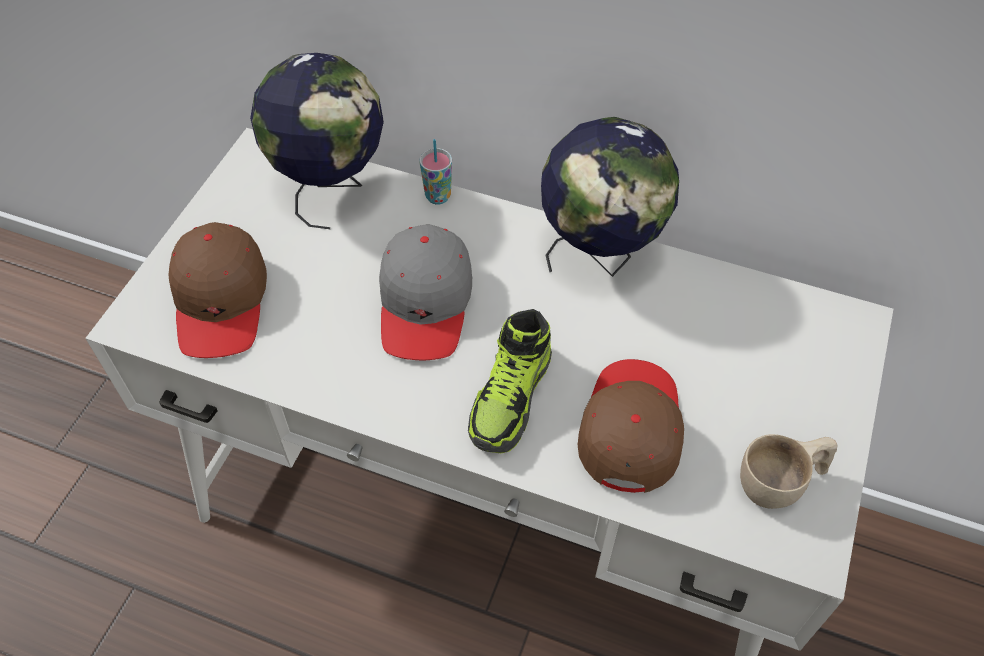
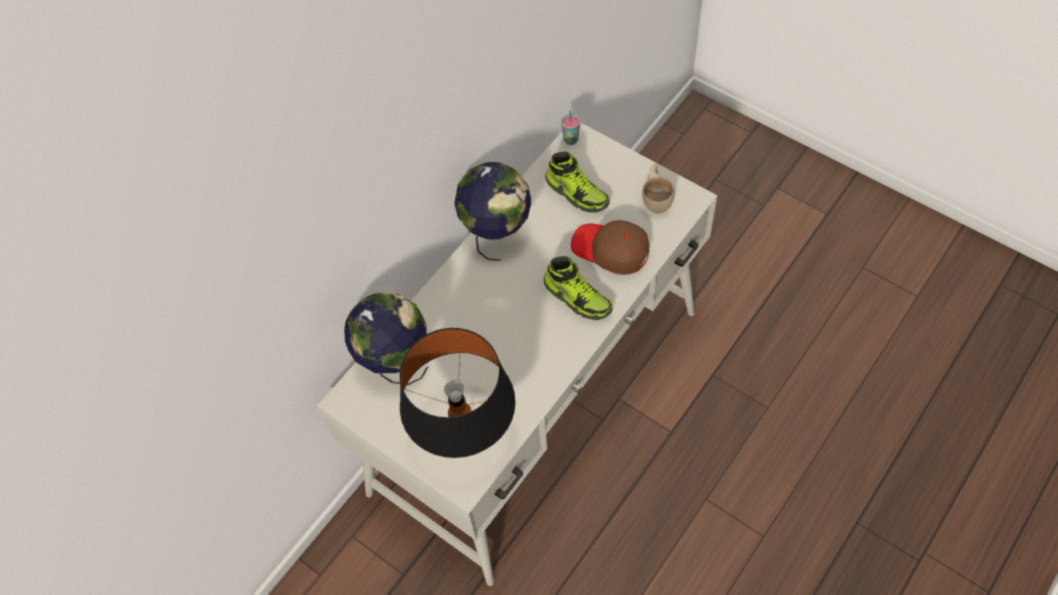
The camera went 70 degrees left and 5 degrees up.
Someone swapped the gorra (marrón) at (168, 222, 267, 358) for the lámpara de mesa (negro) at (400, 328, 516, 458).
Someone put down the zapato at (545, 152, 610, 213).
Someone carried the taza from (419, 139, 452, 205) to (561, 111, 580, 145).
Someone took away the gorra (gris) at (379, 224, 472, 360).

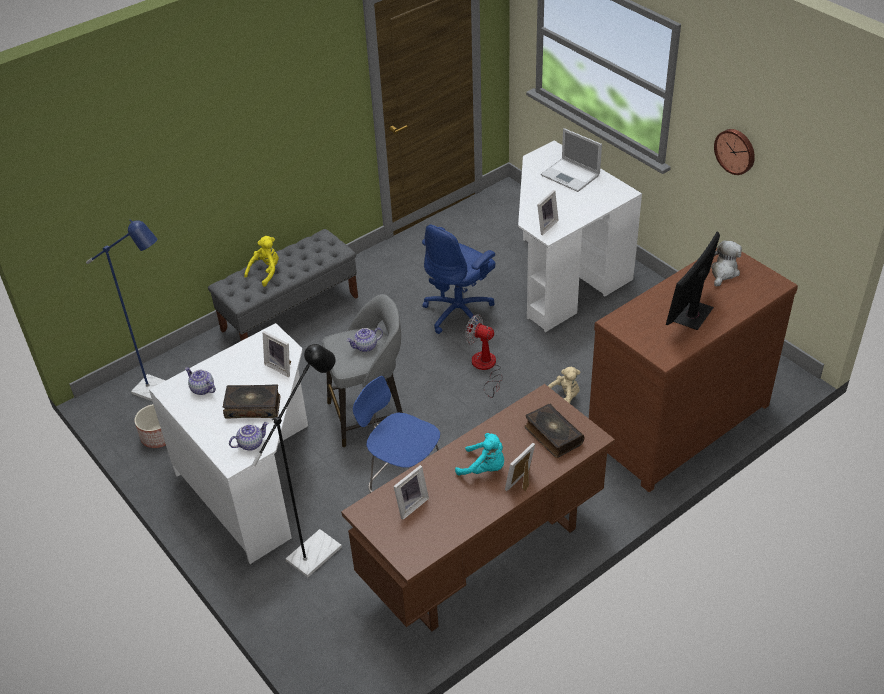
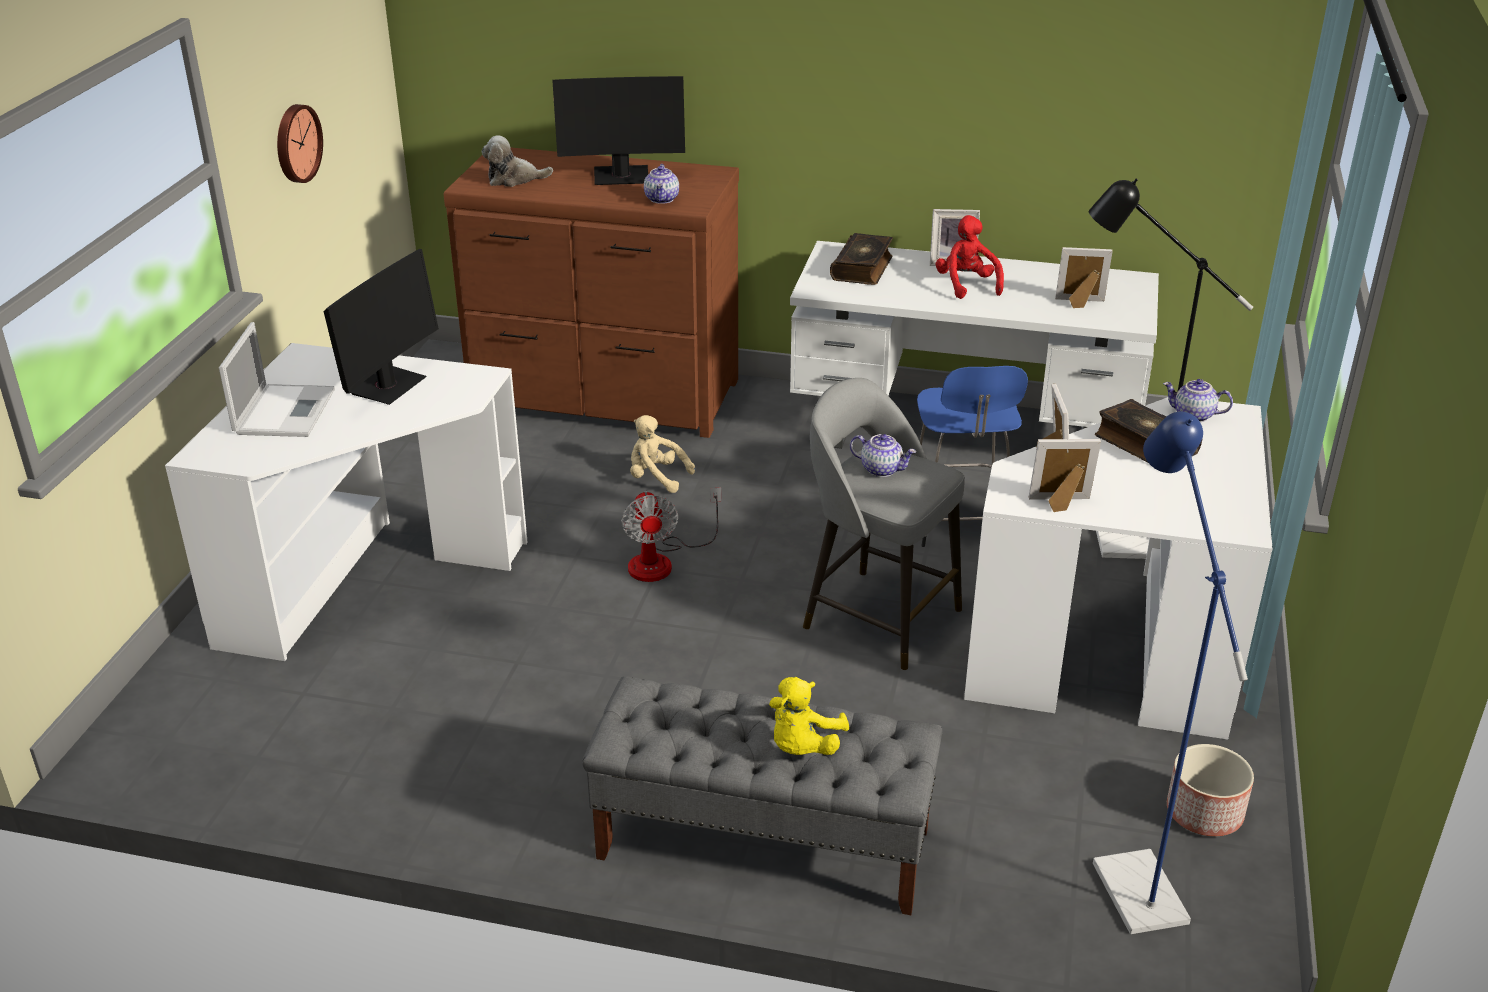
The camera went 130 degrees left and 10 degrees down.
Someone put down the monitor at (324, 249, 439, 405).
Someone carried the tetera from (185, 367, 216, 395) to (644, 164, 679, 204).
Someone rotated the peluche (amarillo) at (244, 236, 279, 287) by 60 degrees counterclockwise.
Someone repainted the escritorio (marrón) at (341, 384, 615, 632), which became the escritorio (blanco) at (790, 241, 1159, 449).
Someone repainted the peluche (turquesa) at (455, 433, 504, 475), which became the peluche (rojo) at (935, 215, 1004, 299).
Someone carried the portarretratos from (537, 190, 559, 235) to (1029, 439, 1101, 512).
Someone took away the silla de oficina (azul) at (422, 224, 495, 334).

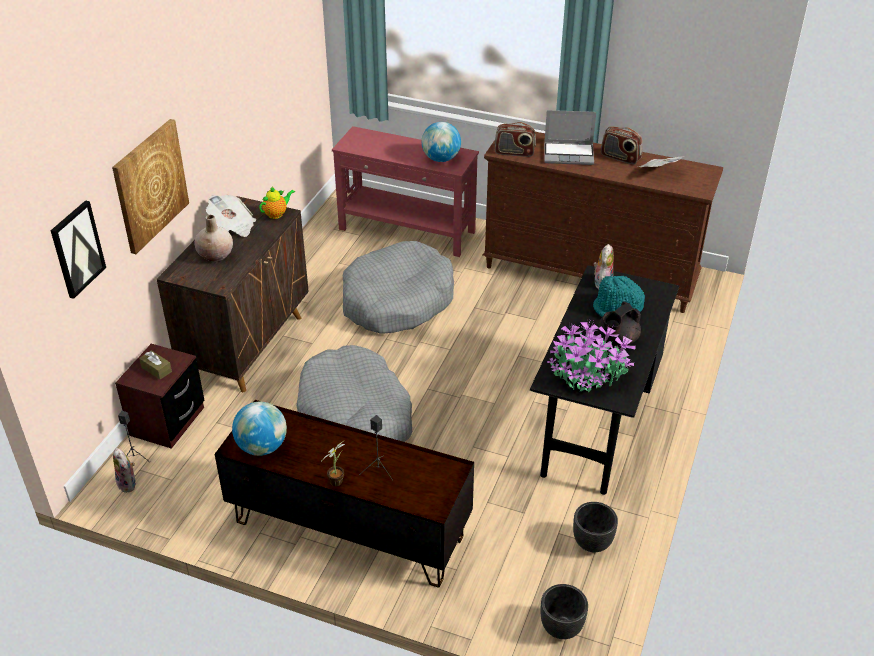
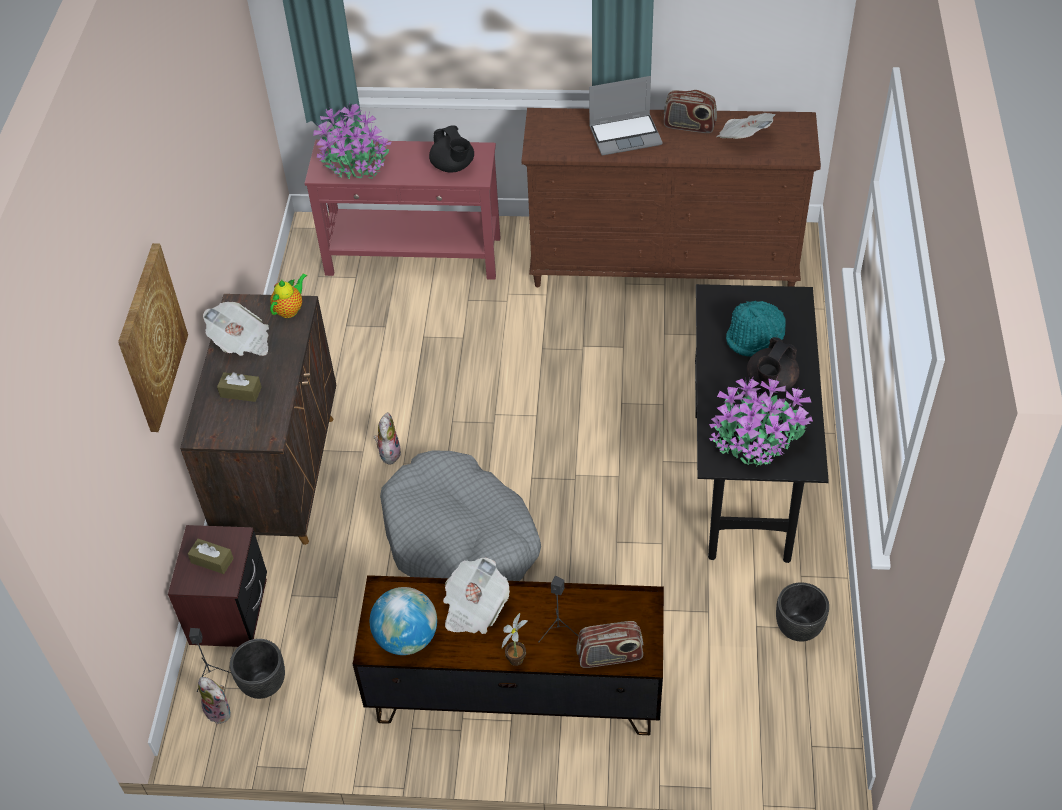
The camera went 15 degrees left and 10 degrees up.
Someone swapped the florero (beis) at (194, 215, 233, 262) for the caja de pañuelos (marrón) at (217, 372, 261, 402).
Someone carried the maceta (negro) from (540, 584, 588, 639) to (230, 639, 285, 699).
Someone put down the planta en maceta at (313, 103, 392, 179).
Someone carried the peluche from (594, 244, 614, 289) to (374, 412, 401, 465).
Someone swapped the globo terráqueo at (422, 122, 461, 162) for the tetera (negro) at (429, 125, 474, 173).
Someone put down the periódico at (443, 558, 510, 634).
Someone carried the radio from (495, 122, 536, 157) to (576, 621, 643, 668).
Someone took away the cuadro at (50, 200, 106, 299).
Someone took away the cama para perro (gris) at (343, 241, 454, 334).

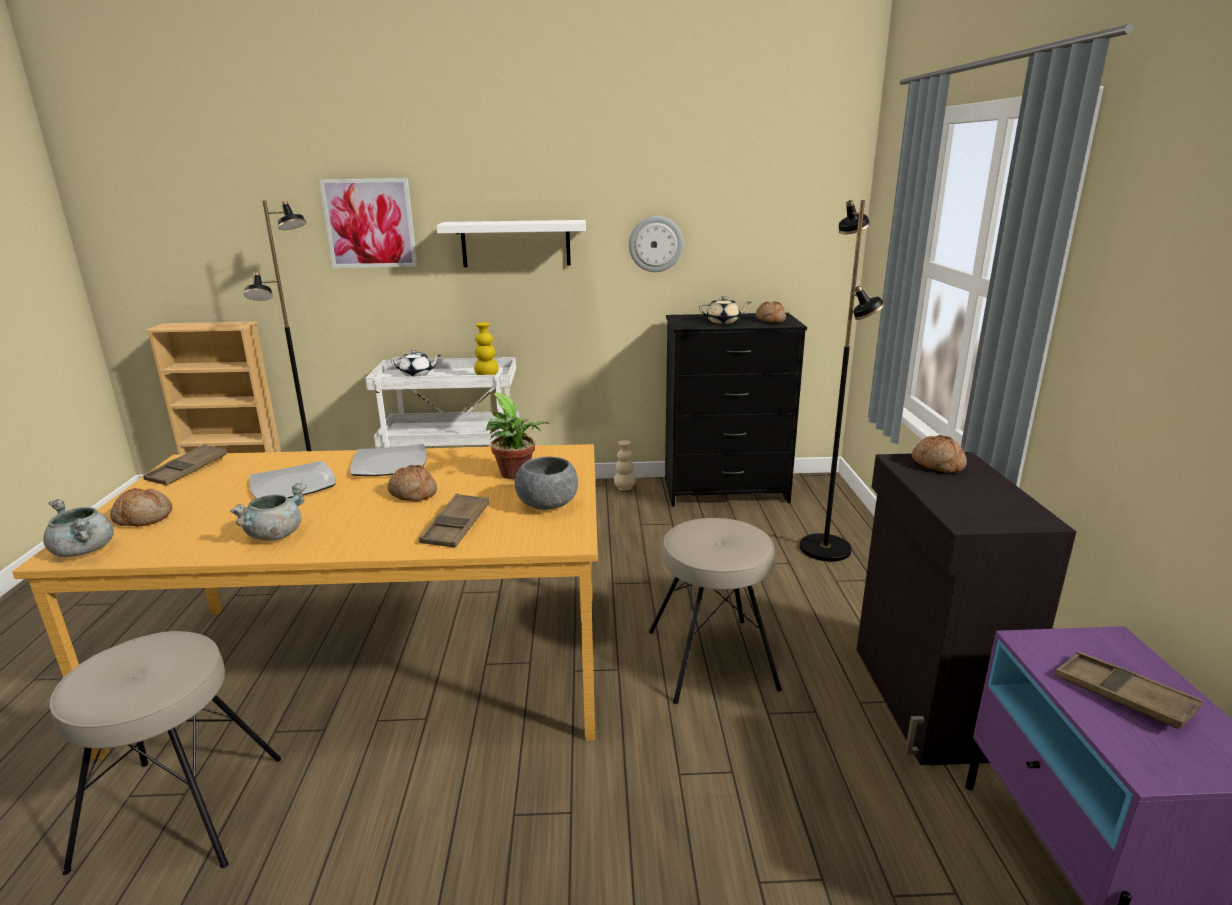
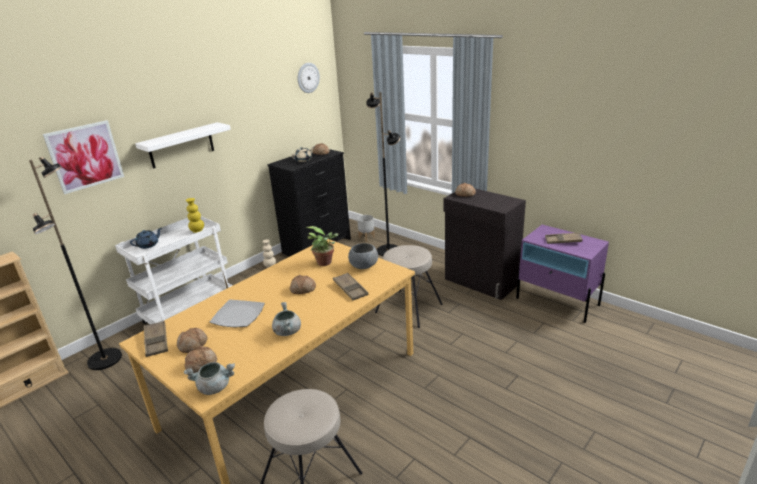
The camera went 45 degrees left and 5 degrees up.
Someone repainted the tetera (blanco) at (391, 350, 441, 377), which became the tetera (azul) at (130, 228, 161, 249).
Someone put down the pan at (177, 328, 207, 353).
Someone carried the reloj de pared from (629, 216, 683, 272) to (298, 63, 320, 93).
Someone put down the maceta (gris) at (357, 215, 375, 242).
Someone took away the plato at (350, 444, 427, 476).

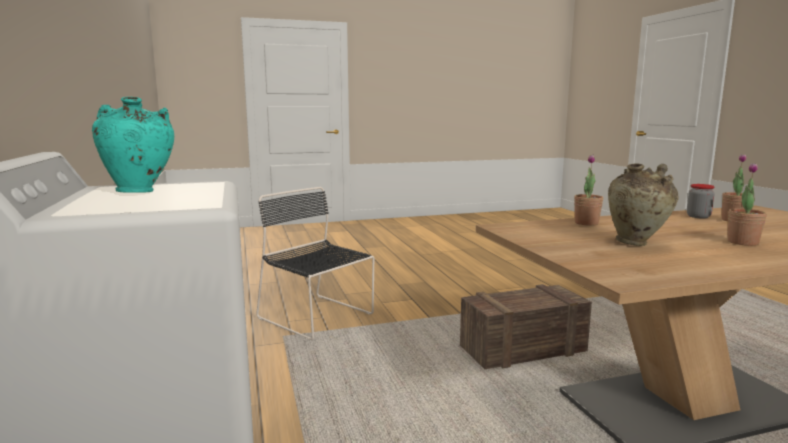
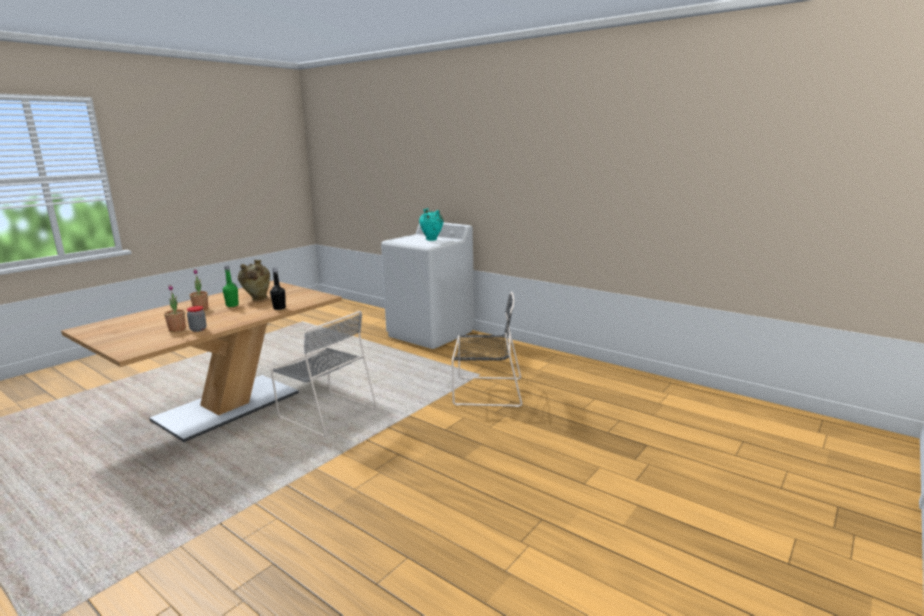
The camera went 145 degrees right and 5 degrees up.
Someone put down the botella (verde) at (223, 266, 239, 307).
Someone swapped the planta en maceta at (574, 155, 603, 226) for the botella (negro) at (270, 268, 286, 310).
Someone swapped the caja de embalaje at (460, 284, 592, 369) for the silla (gris) at (271, 311, 377, 436).

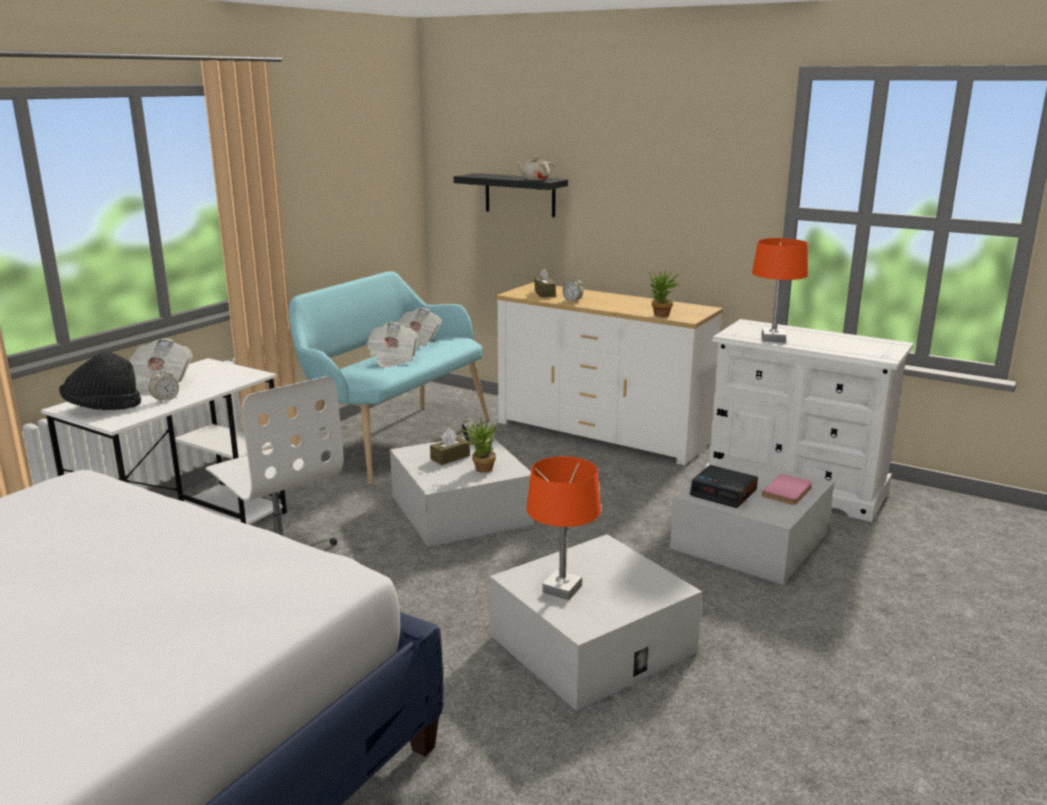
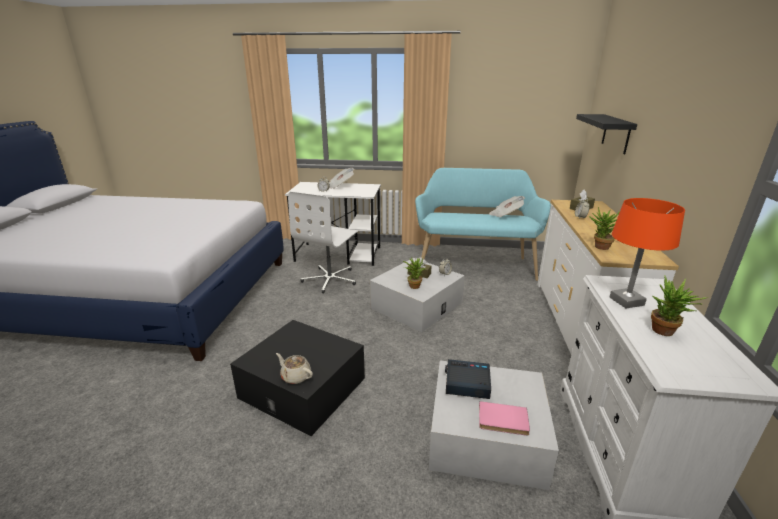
The camera went 65 degrees right and 5 degrees up.
Someone repainted the caja de almacenaje (blanco) at (490, 534, 702, 711), which became the caja de almacenaje (negro) at (230, 320, 365, 436).
Someone carried the tetera (beis) from (515, 156, 554, 180) to (276, 353, 313, 384).
Someone rotated the despertador at (690, 465, 758, 508) by 90 degrees clockwise.
Someone put down the planta en maceta at (651, 276, 708, 336).
Someone took away the sombrero (negro) at (59, 352, 141, 410).
Someone took away the periódico at (366, 322, 419, 368).
Someone took away the lámpara de mesa (naranja) at (527, 456, 601, 600).

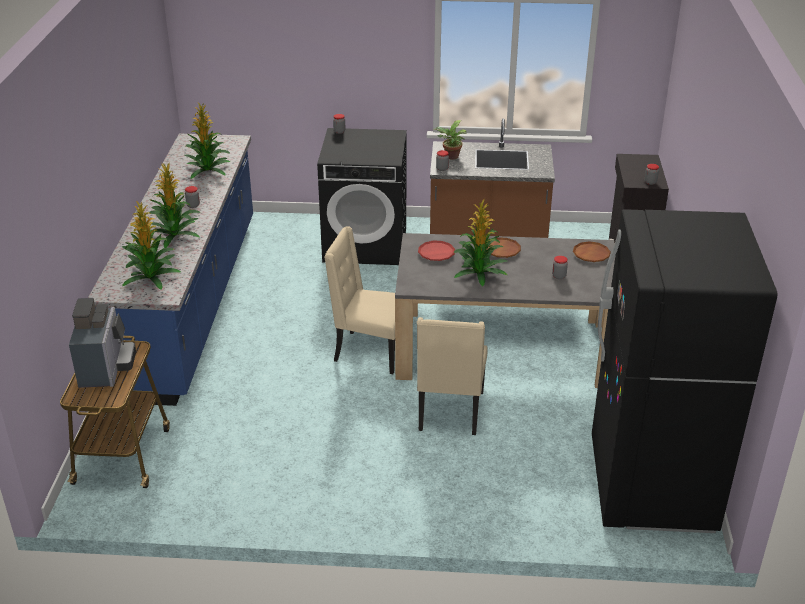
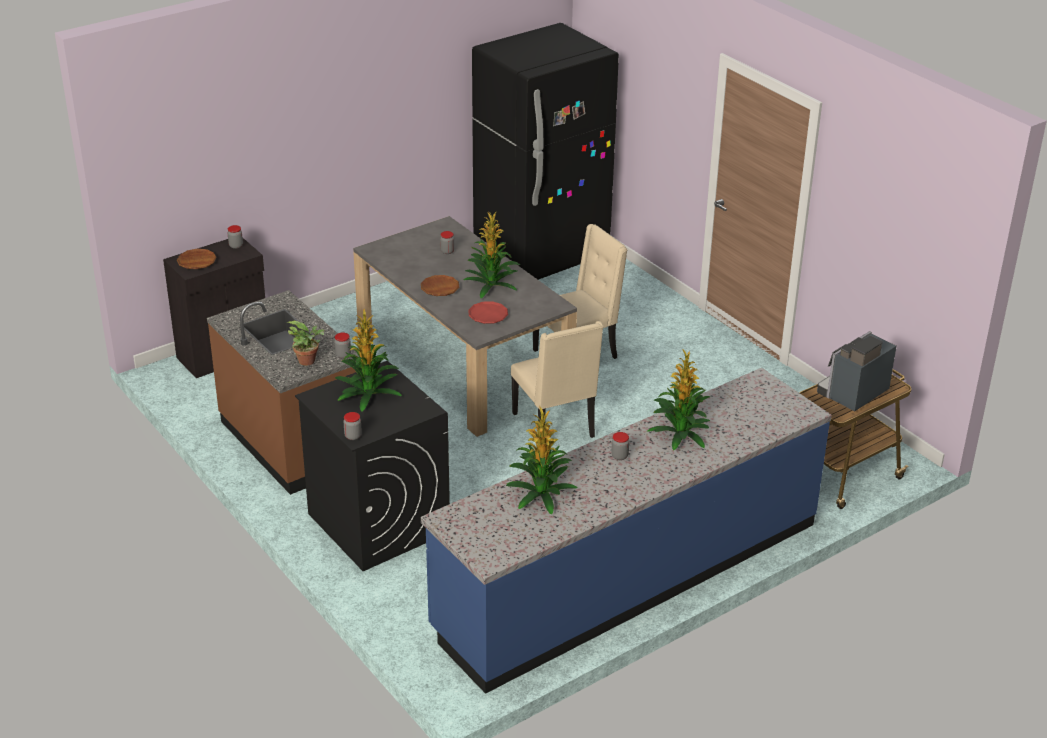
The camera went 130 degrees left and 0 degrees up.
Someone carried the plato (marrón) from (573, 241, 611, 262) to (177, 249, 217, 269).
Someone carried the planta en maceta from (122, 201, 181, 290) to (335, 309, 402, 411).

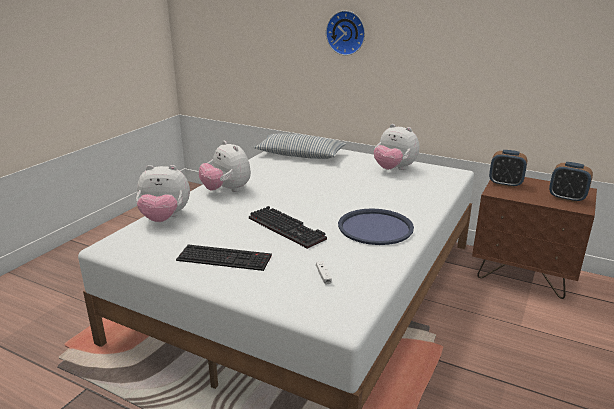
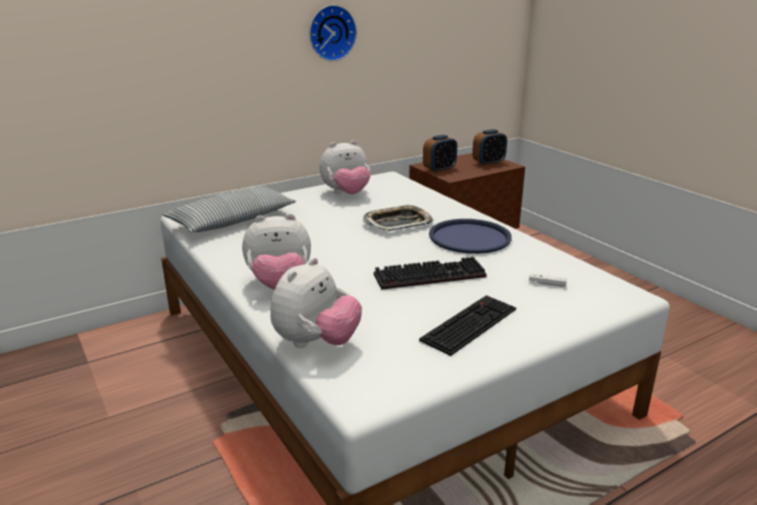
The camera went 60 degrees left and 0 degrees up.
Someone carried the reloj de pared from (326, 10, 365, 56) to (309, 5, 357, 61).
Someone put down the bandeja at (363, 204, 433, 231).

